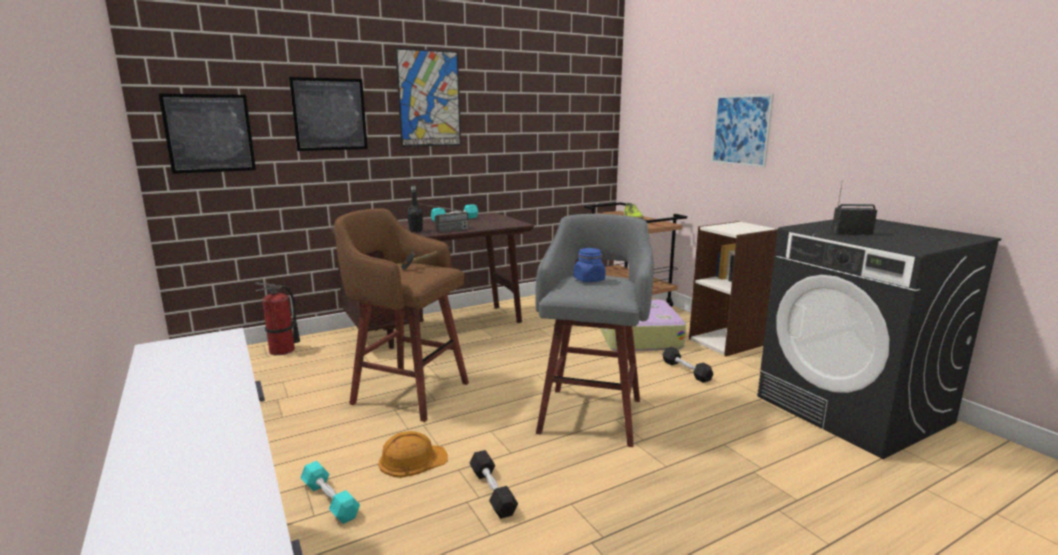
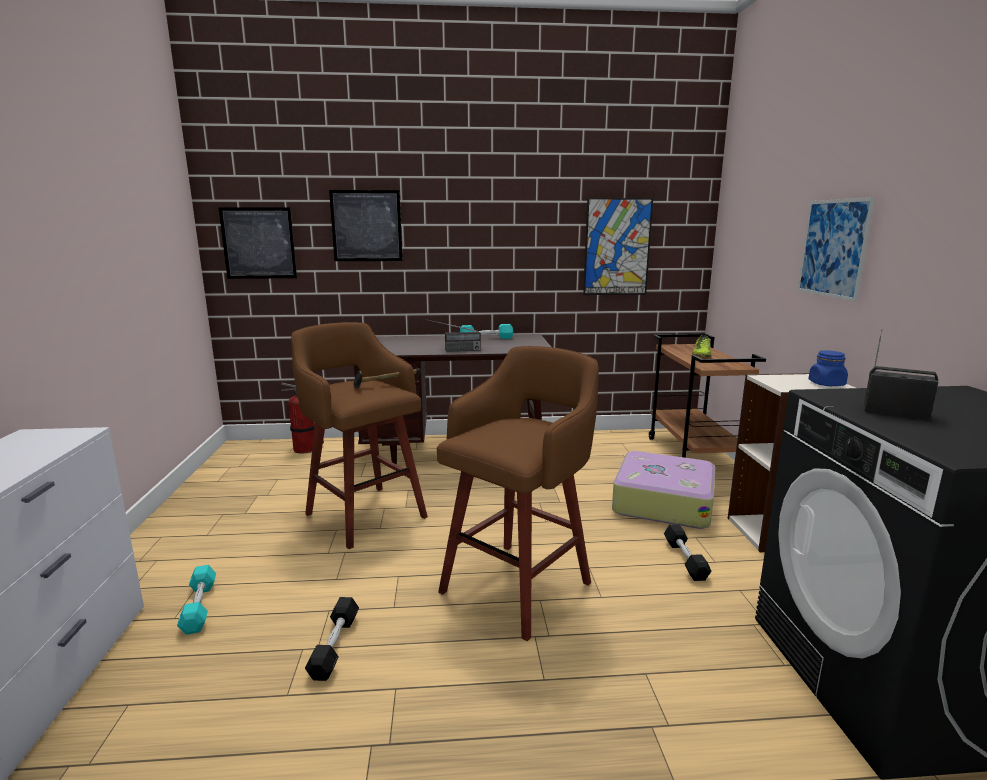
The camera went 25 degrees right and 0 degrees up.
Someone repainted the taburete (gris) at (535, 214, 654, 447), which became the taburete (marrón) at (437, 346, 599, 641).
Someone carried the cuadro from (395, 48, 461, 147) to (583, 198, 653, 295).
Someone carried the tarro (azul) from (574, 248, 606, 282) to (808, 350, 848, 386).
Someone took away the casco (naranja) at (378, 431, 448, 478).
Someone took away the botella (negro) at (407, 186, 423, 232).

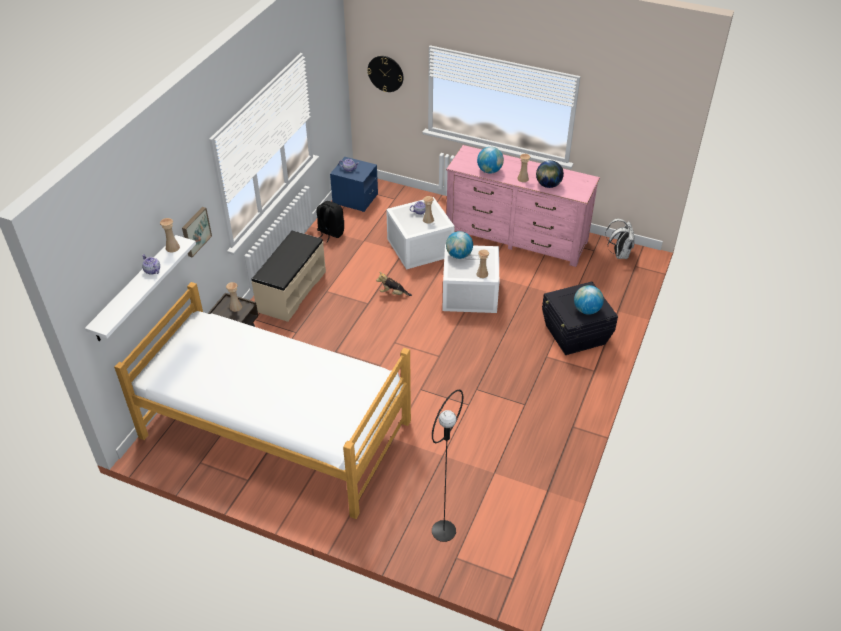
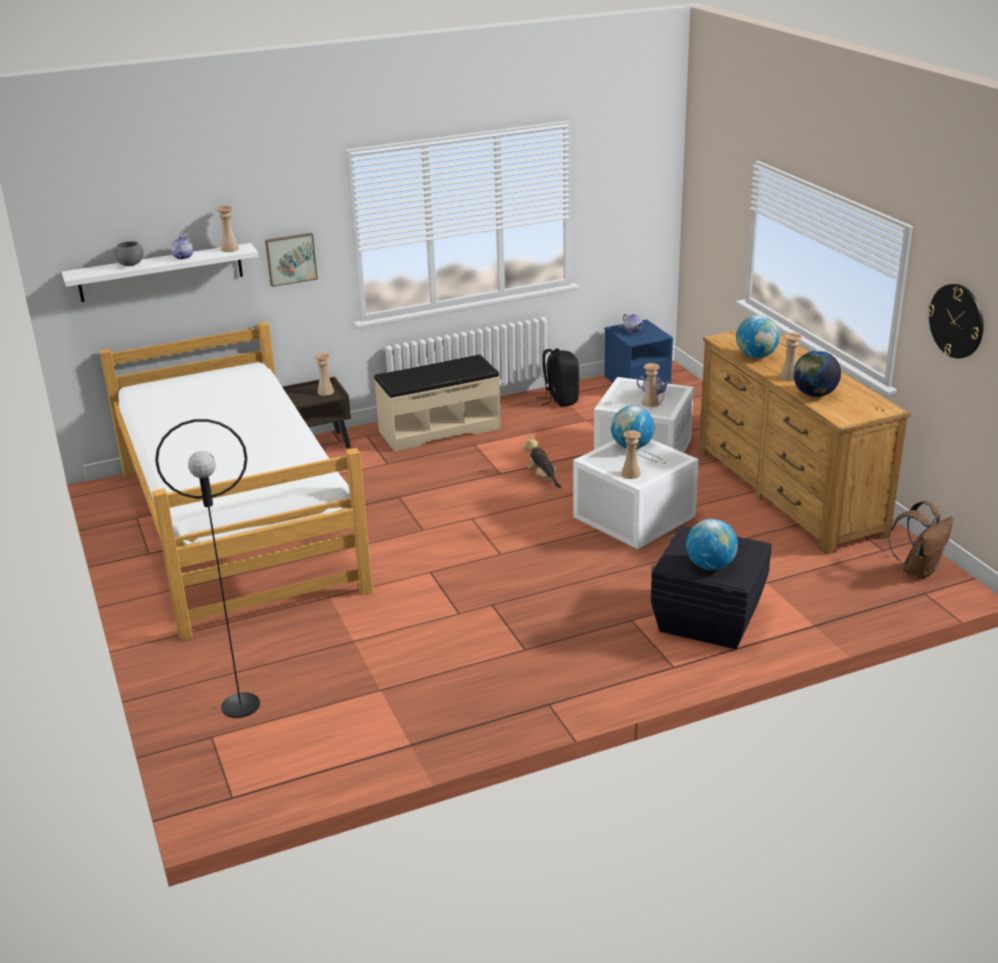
The camera went 45 degrees right and 15 degrees down.
Someone put down the cuenco (gris) at (115, 241, 144, 266).
Someone repainted the cómoda (rosa) at (446, 145, 600, 267), which became the cómoda (marrón) at (699, 331, 911, 555).
Someone repainted the mochila (blanco) at (606, 219, 634, 259), which became the mochila (marrón) at (888, 501, 953, 579).
Someone carried the reloj de pared from (367, 56, 403, 92) to (927, 284, 983, 359).

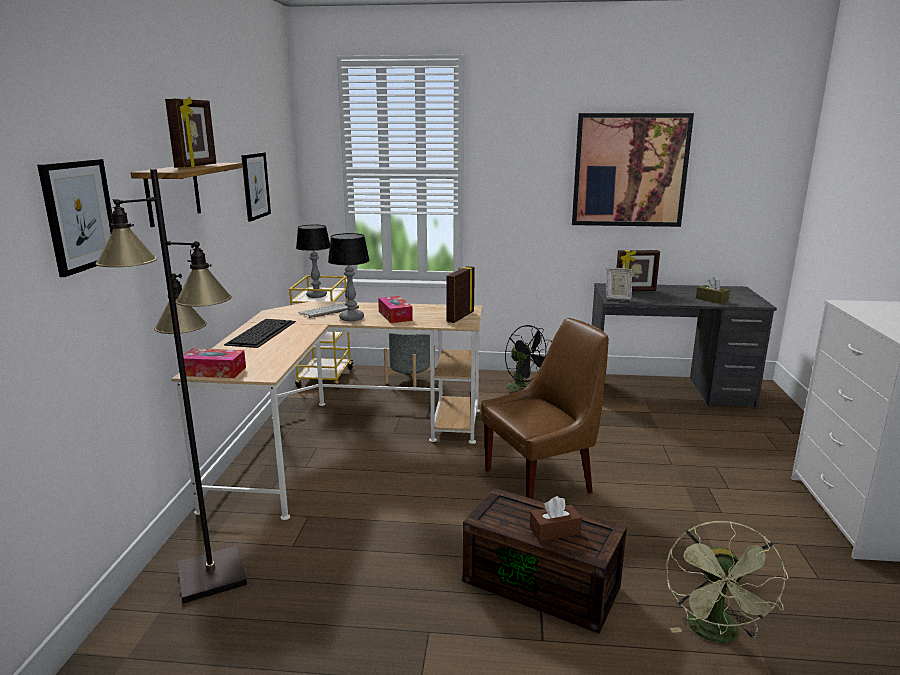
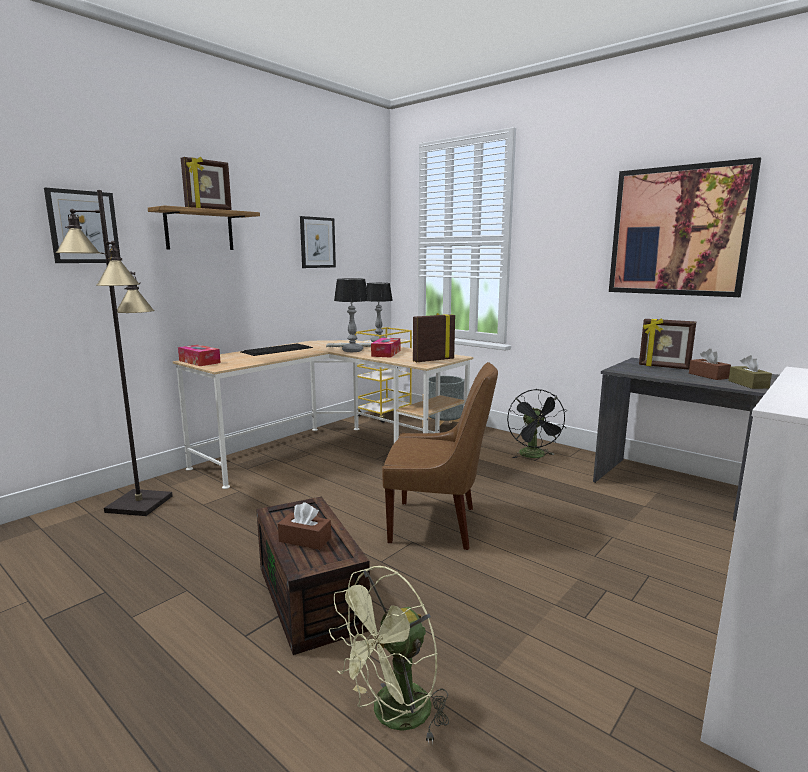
The camera went 35 degrees right and 5 degrees down.
Someone put down the caja de pañuelos (marrón) at (689, 349, 731, 380).
Someone took away the portarretratos at (606, 268, 632, 300).

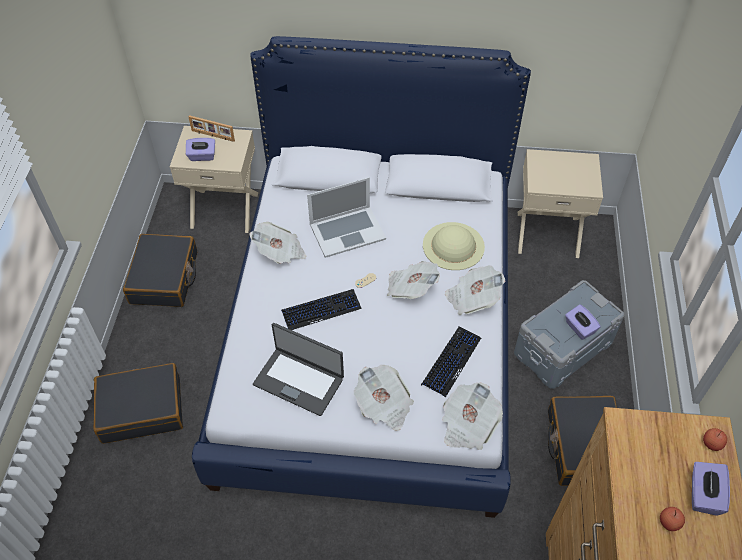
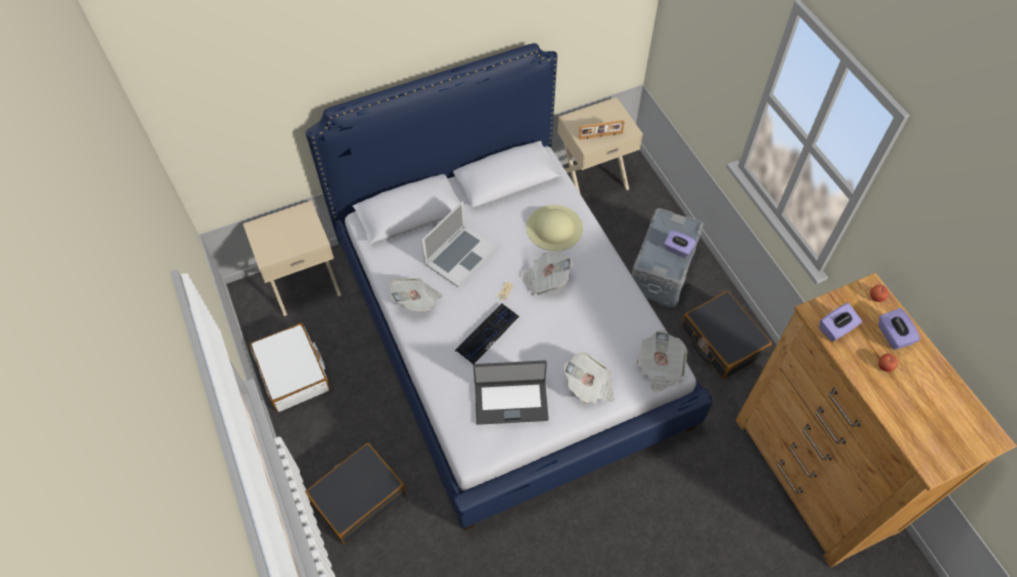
The camera went 30 degrees left and 5 degrees up.
Someone repainted the maleta (negro) at (123, 234, 197, 307), which became the maleta (blanco) at (250, 323, 330, 412).
Someone carried the portarretratos from (188, 115, 235, 142) to (579, 120, 625, 140).
Someone carried the caja de pañuelos (morado) from (186, 138, 215, 161) to (819, 303, 862, 342).
Someone took away the teclado at (421, 326, 481, 398).
Someone took away the periódico at (445, 265, 505, 315).

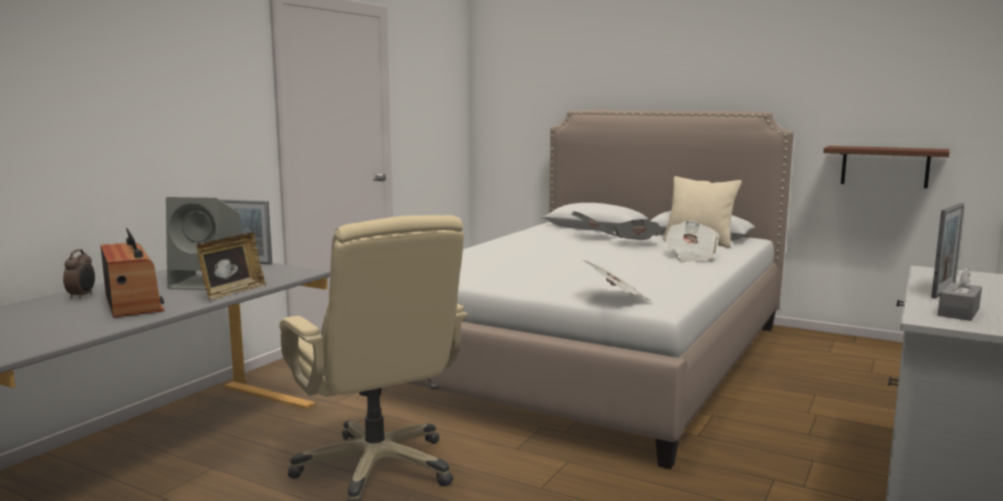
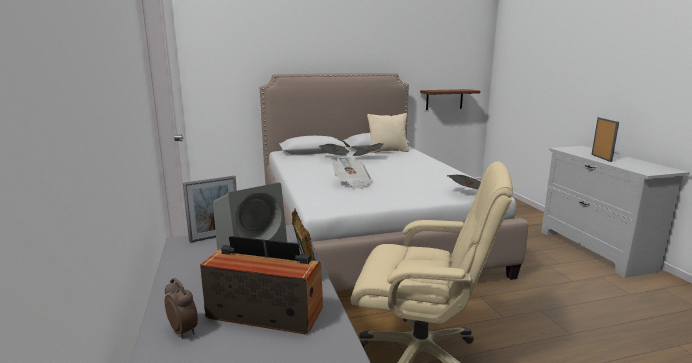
The camera went 45 degrees left and 5 degrees up.
Someone carried the periódico from (664, 221, 719, 262) to (332, 157, 372, 189).
Someone took away the caja de pañuelos (gris) at (938, 267, 982, 321).

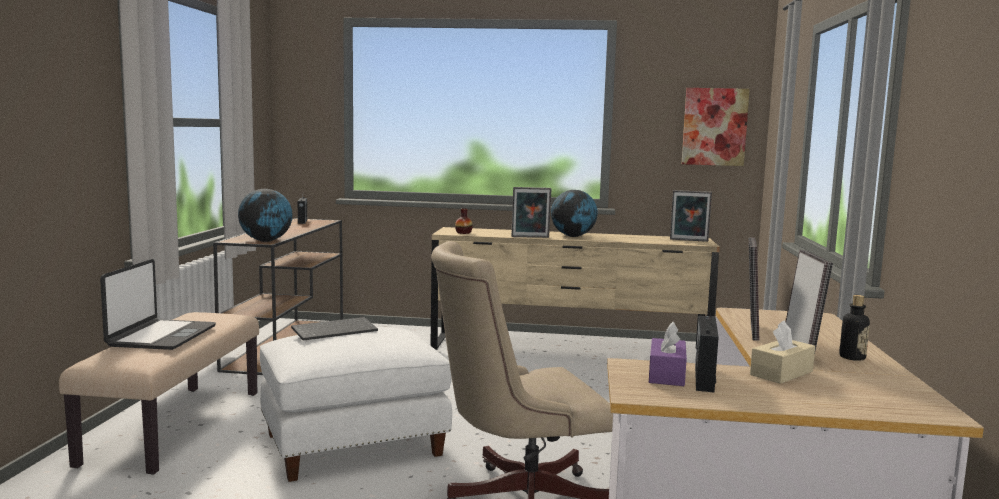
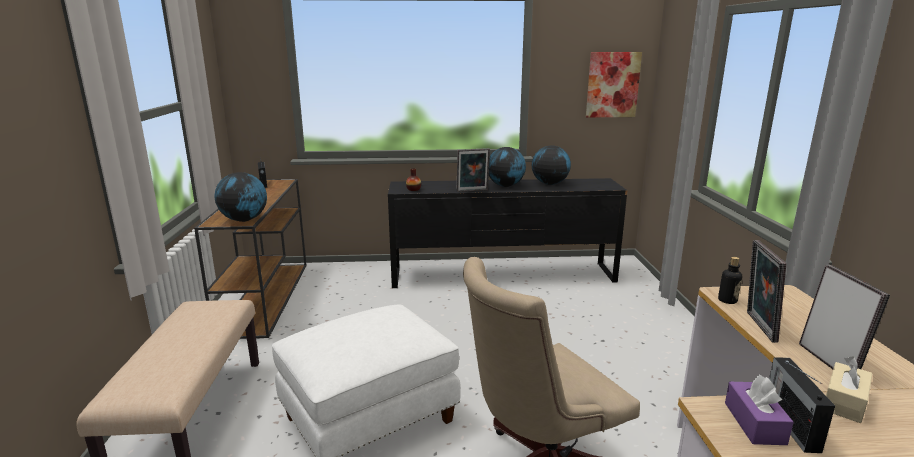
The camera went 10 degrees left and 10 degrees up.
Someone repainted the cómoda (beis) at (430, 227, 720, 350), which became the cómoda (negro) at (388, 178, 628, 288).
Someone put down the globo terráqueo at (532, 145, 571, 185).
Someone carried the botella from (839, 295, 870, 361) to (718, 257, 742, 304).
Someone took away the portátil at (100, 259, 216, 350).
Someone took away the teclado at (291, 317, 378, 341).
Someone took away the portarretratos at (670, 190, 712, 242).

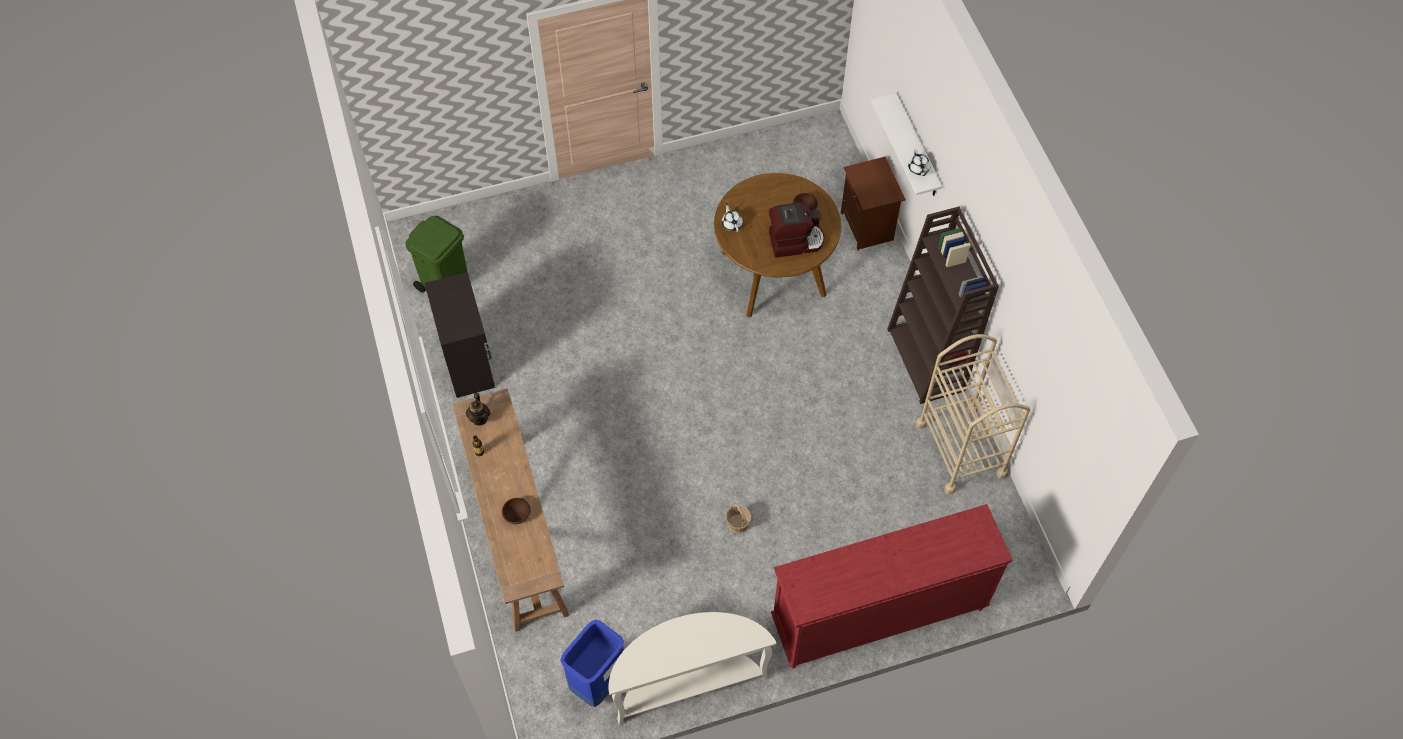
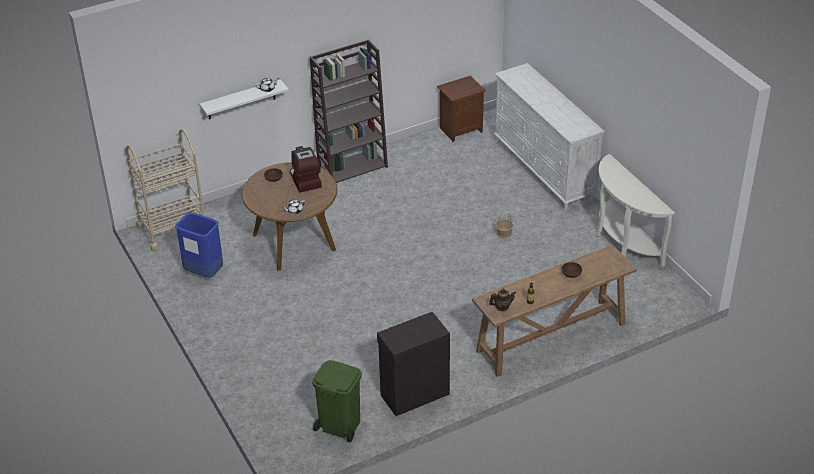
The camera went 100 degrees left and 20 degrees down.
Someone carried the carrito (beis) from (916, 334, 1030, 494) to (125, 129, 204, 251).
Someone carried the papelera (azul) from (560, 620, 624, 707) to (175, 213, 223, 278).
Someone carried the mesita de noche (marrón) from (841, 157, 906, 251) to (437, 76, 486, 142).
Someone repainted the cómoda (rojo) at (771, 504, 1013, 669), which became the cómoda (blanco) at (494, 63, 605, 211).

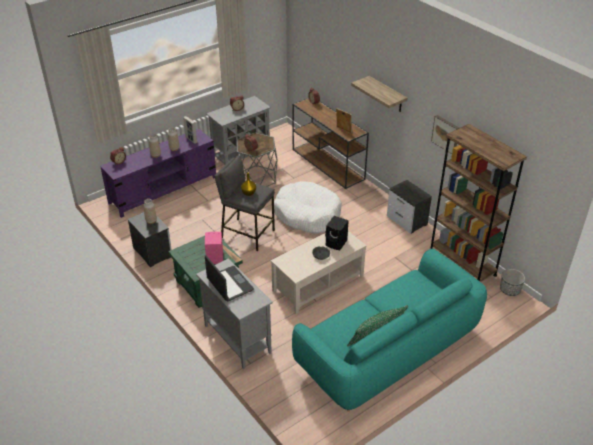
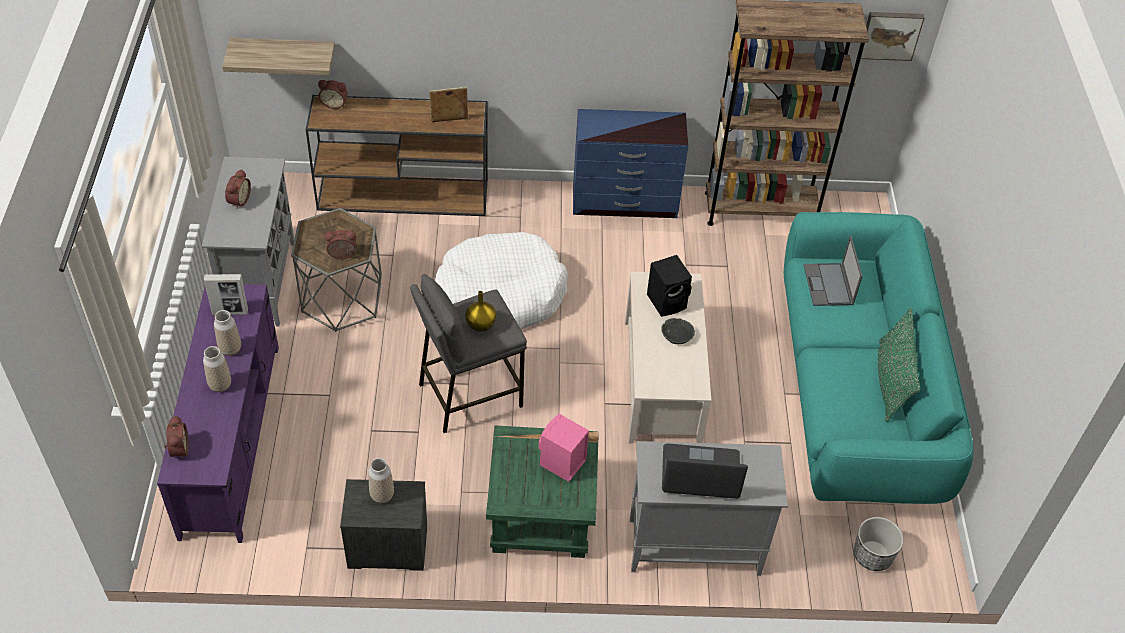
The camera went 55 degrees left and 10 degrees up.
Someone carried the estante from (351, 76, 408, 112) to (222, 38, 335, 75).
Someone swapped the mesita de noche at (387, 180, 432, 234) for the cómoda (azul) at (573, 109, 688, 218).
Someone put down the portátil at (804, 235, 863, 306).
Someone carried the maceta from (500, 269, 525, 296) to (853, 517, 903, 571).
Someone carried the cuadro from (431, 115, 459, 154) to (861, 12, 925, 61).

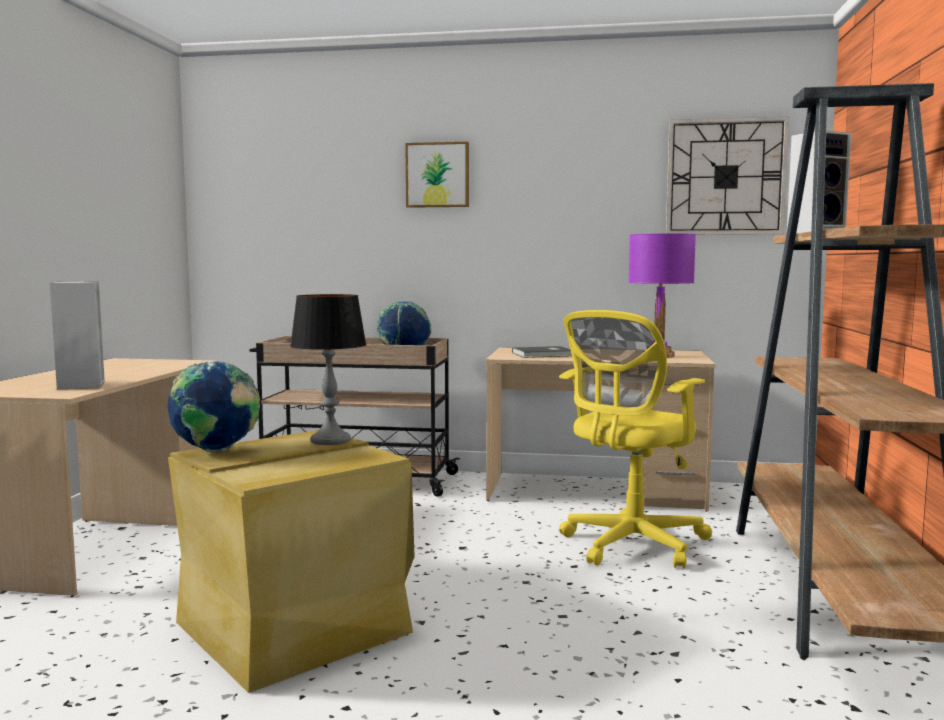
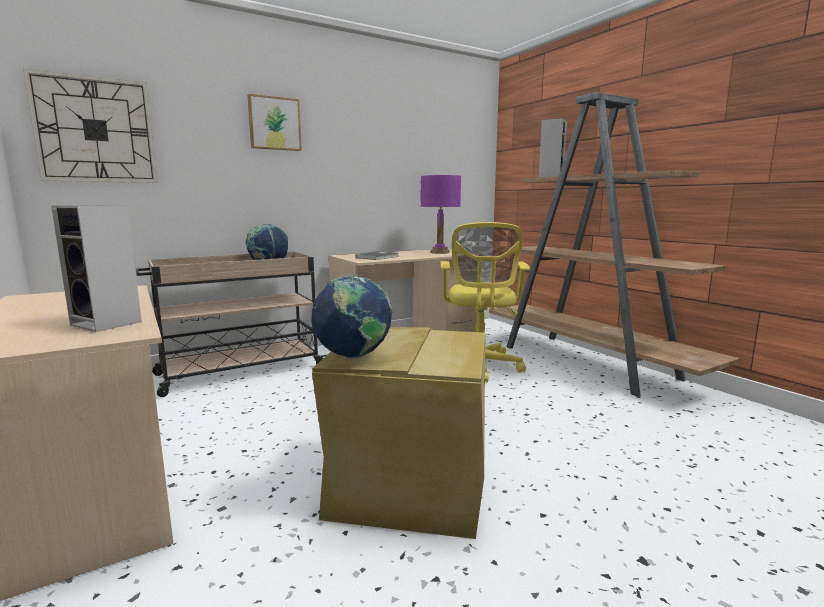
The camera went 40 degrees left and 5 degrees up.
Someone carried the reloj de pared from (666, 116, 789, 235) to (23, 69, 158, 183).
Someone took away the lámpara de mesa at (290, 294, 366, 445).

